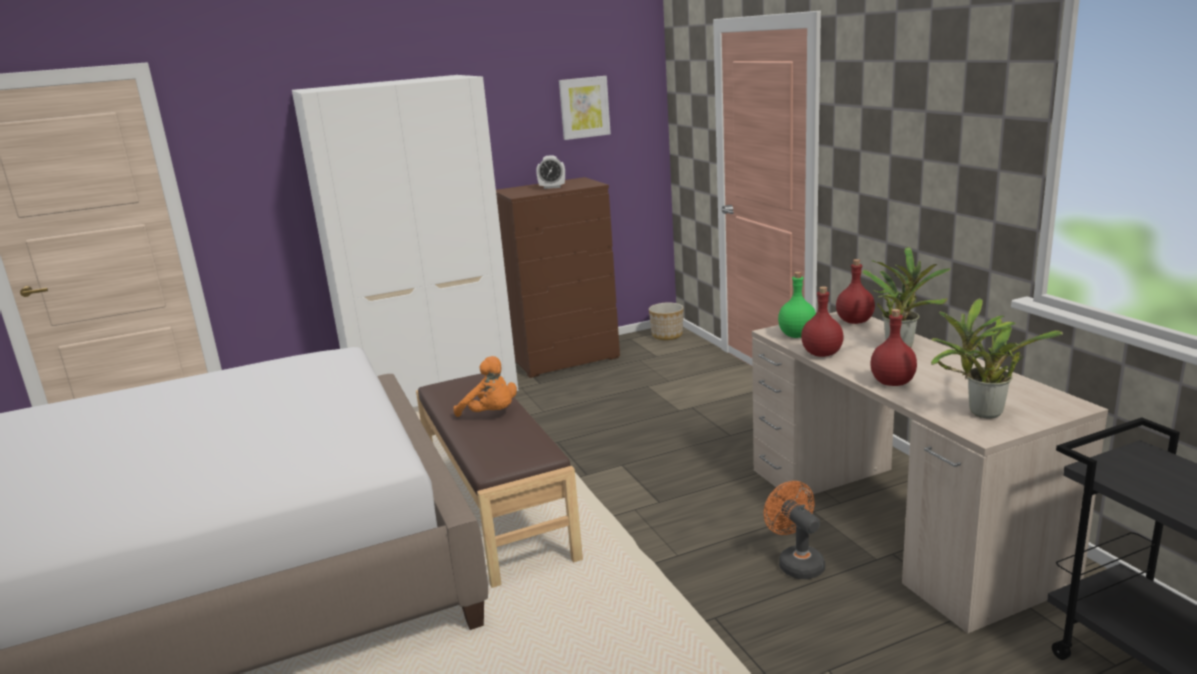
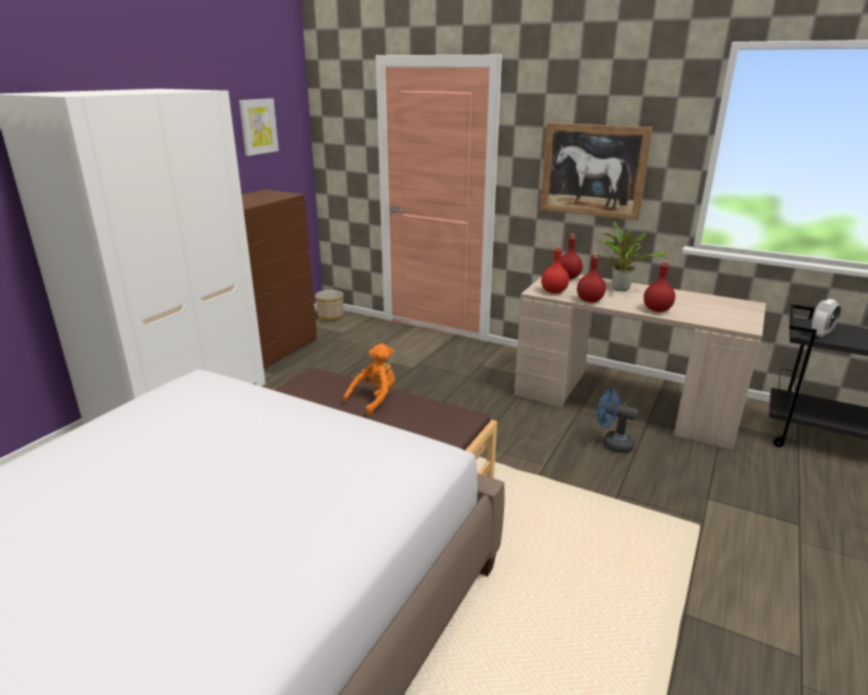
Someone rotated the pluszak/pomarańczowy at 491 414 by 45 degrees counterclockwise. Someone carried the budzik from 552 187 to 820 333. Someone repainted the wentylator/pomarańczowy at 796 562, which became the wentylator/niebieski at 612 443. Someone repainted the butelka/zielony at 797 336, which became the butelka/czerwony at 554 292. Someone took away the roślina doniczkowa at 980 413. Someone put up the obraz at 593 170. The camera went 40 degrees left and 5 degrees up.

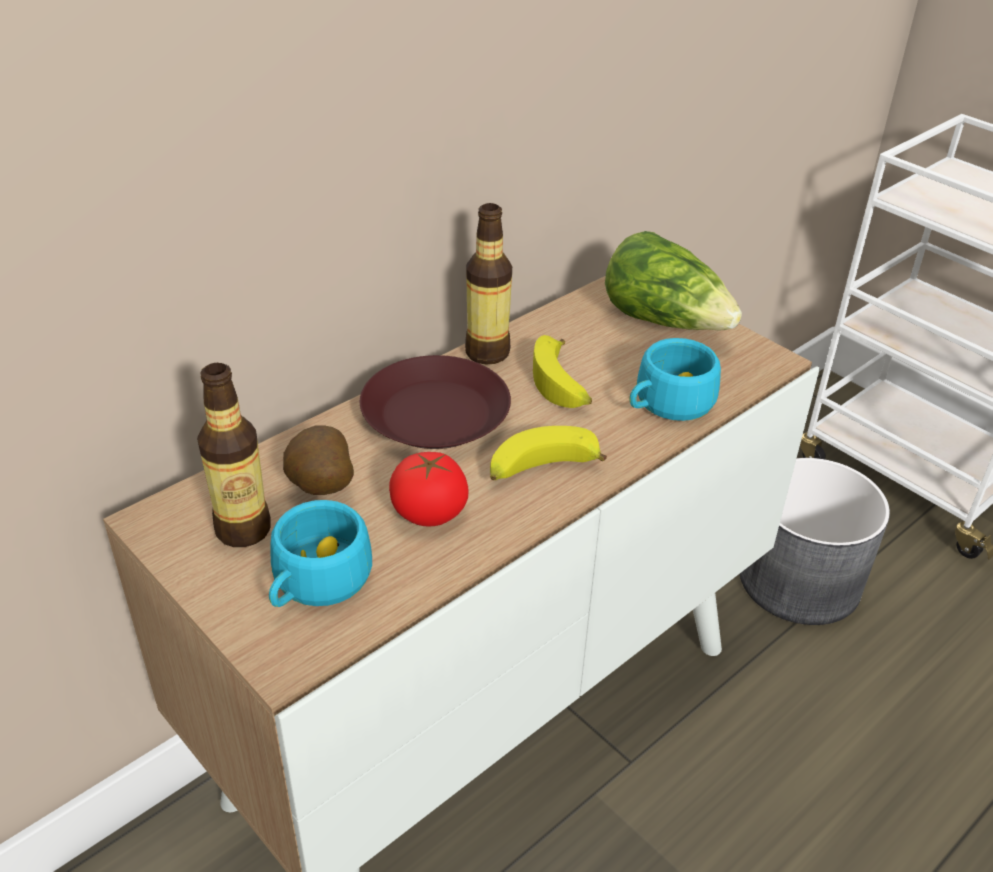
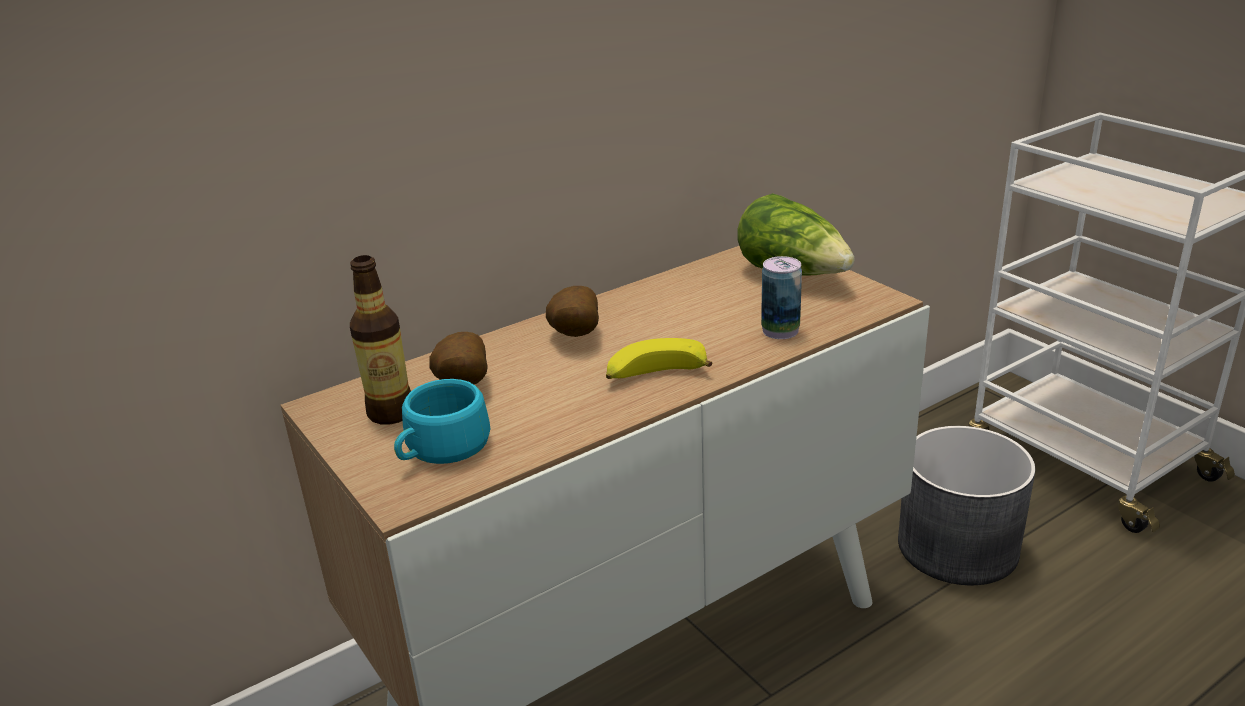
Someone swapped the talerz/brązowy at 436 414 for the ziemniak at 574 337. Someone took away the pomidor at 429 512. Someone took away the butelka at 487 353. Someone took away the banan at 562 385. Someone swapped the filiżanka/turkusowy at 667 404 for the puszka at 780 331. The camera went 10 degrees right and 10 degrees down.

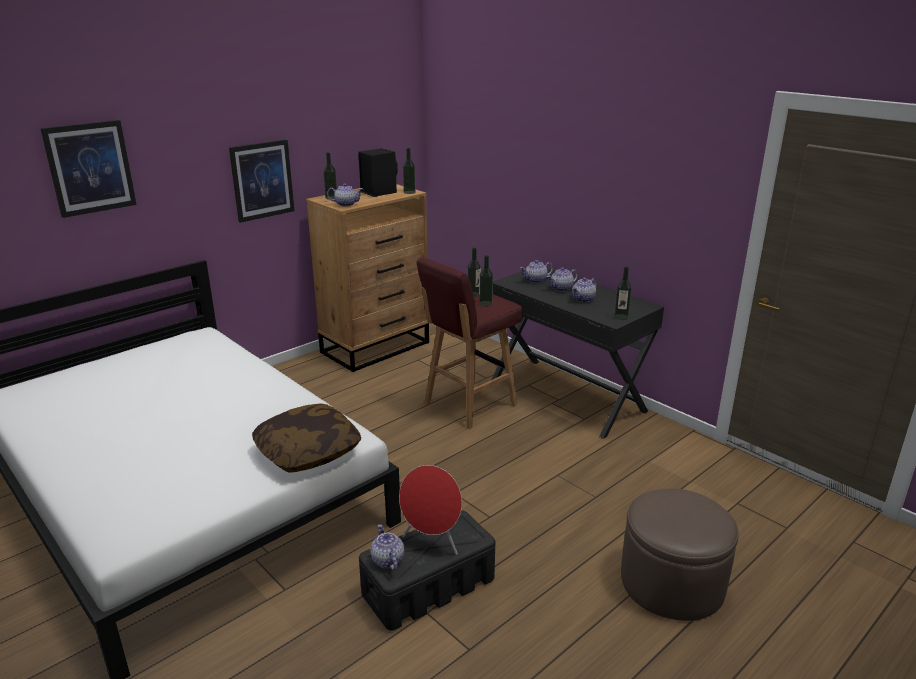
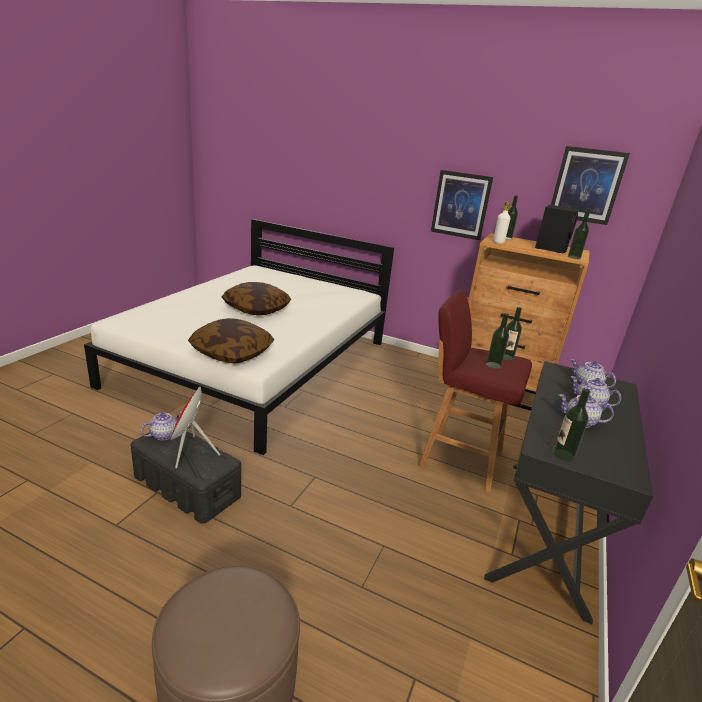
Someone carried the obraz from 90 168 to 586 185. Someone swapped the imbryk at 346 204 for the butelka/biały at 498 242. Someone put down the poduszka at 256 309. The camera went 65 degrees right and 0 degrees up.

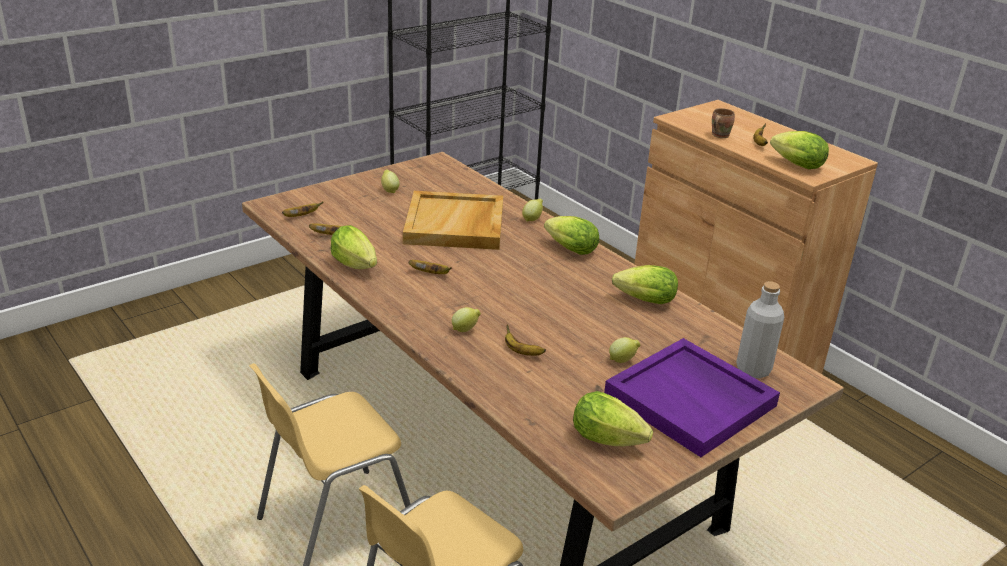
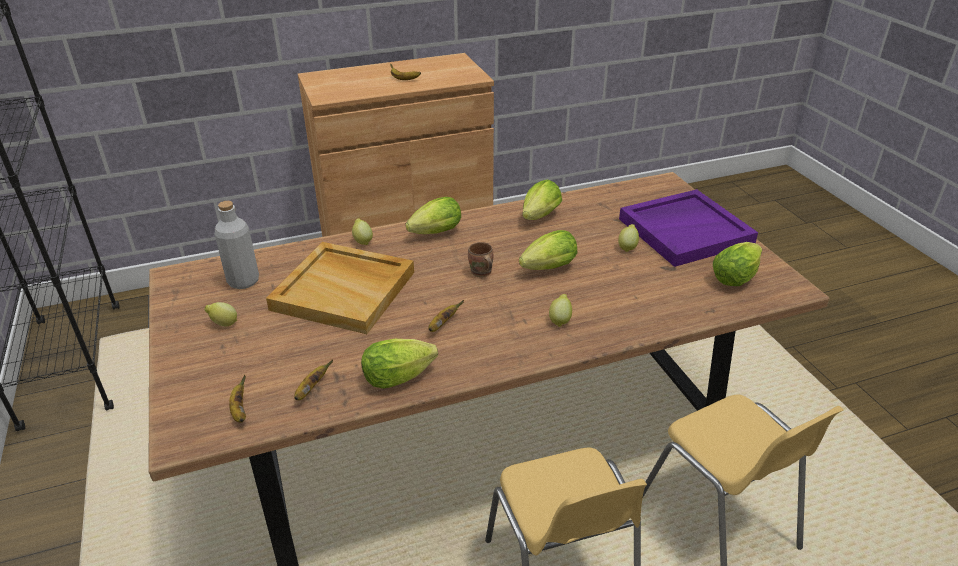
Someone took away the banan at 521 352. Someone carried the kubek/brązowy from 718 135 to 480 273. Someone carried the butelka/szary from 753 369 to 243 281. Someone carried the sałata from 794 164 to 546 269. The camera went 70 degrees left and 5 degrees up.

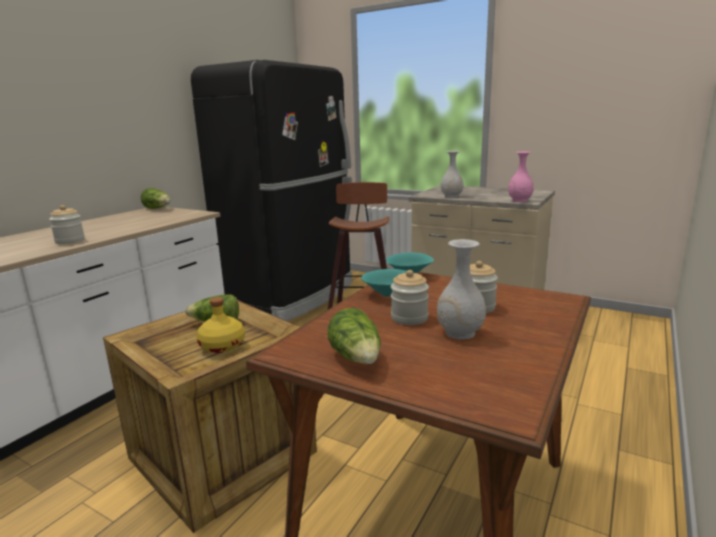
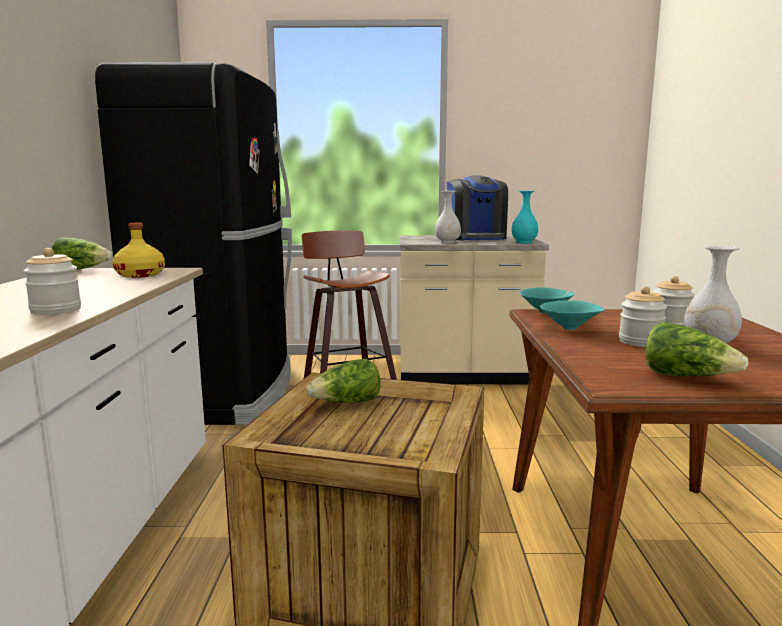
Someone carried the butelka/żółty from 223 345 to 141 275. Someone repainted the wazon/różowy at 519 200, which became the wazon/turkusowy at 524 242. Someone put down the ekspres do kawy at 476 238. The camera went 30 degrees left and 5 degrees down.

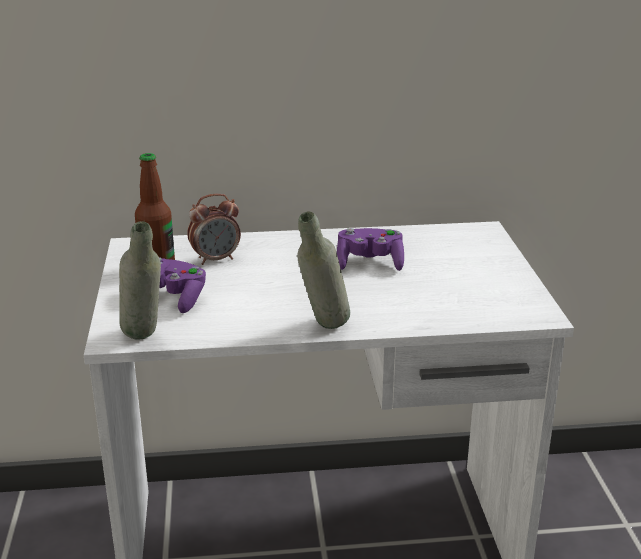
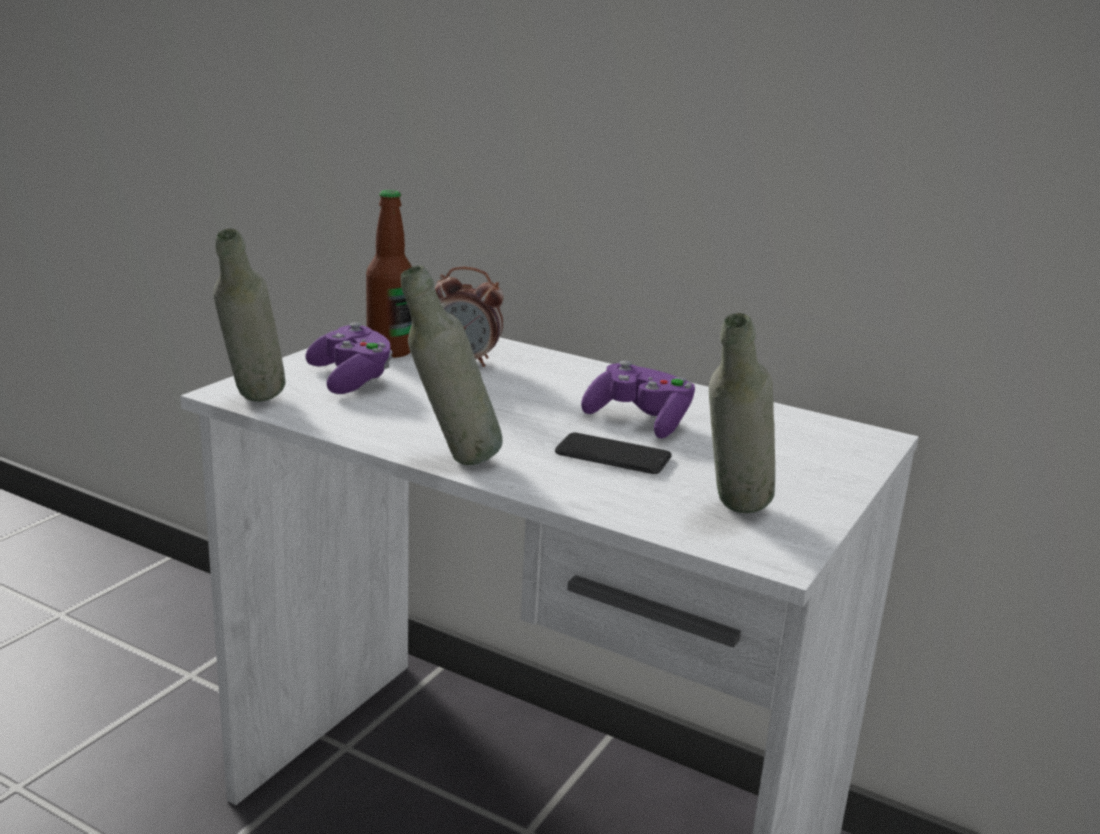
Someone put down the telefon at 612 455. Someone put down the butelka/szary at 732 515. The camera went 35 degrees right and 5 degrees down.

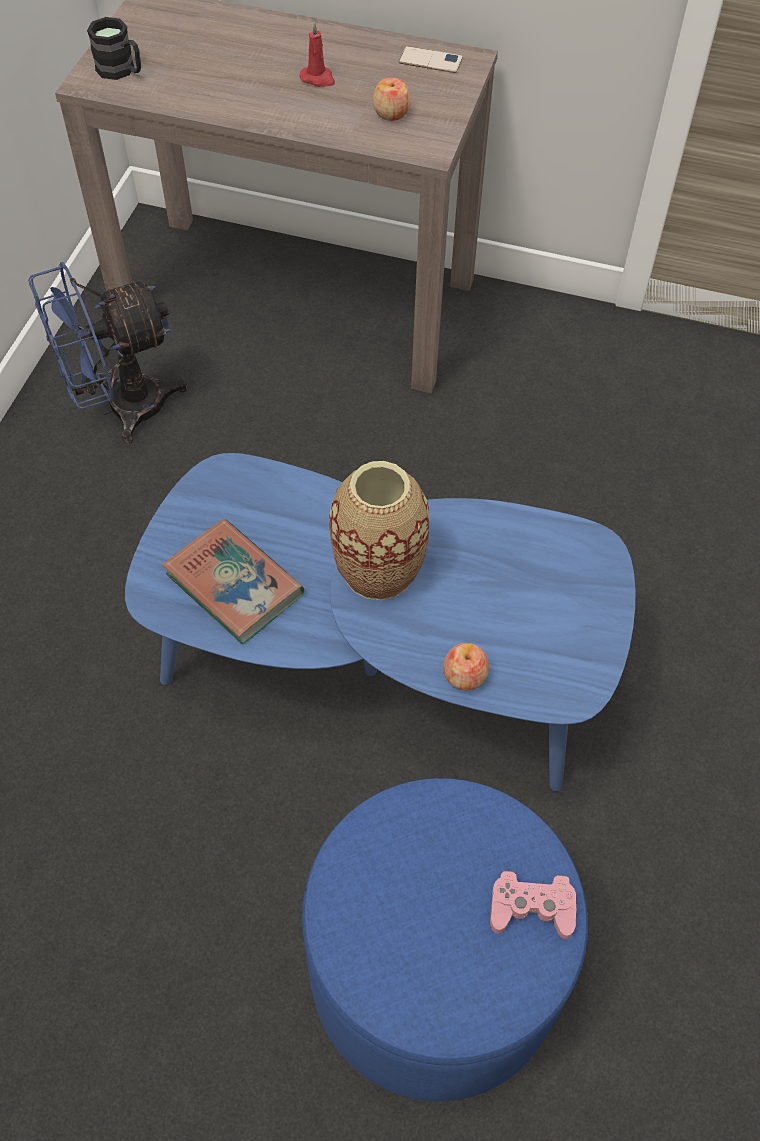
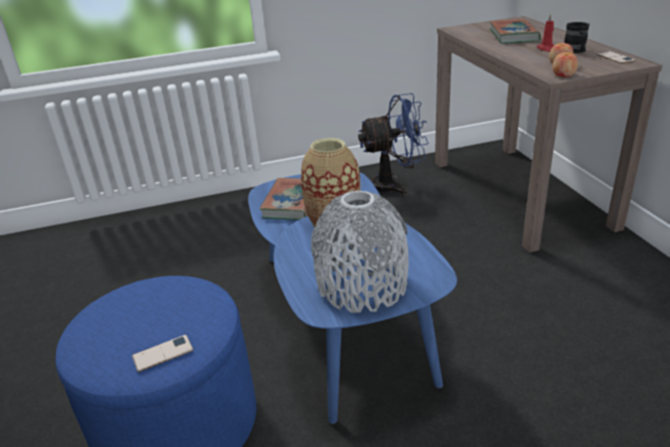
Someone rotated the wentylator/niebieski at 121 409 by 135 degrees clockwise. Someone carried the kubek/czarny from 121 71 to 576 51. Someone carried the jabłko from 464 675 to 563 75. Someone swapped the pad do gier/różowy at 531 908 for the telefon at 163 353. Someone put down the wazon/szary at 362 285. Someone put down the książka at 513 35. The camera went 60 degrees right and 25 degrees down.

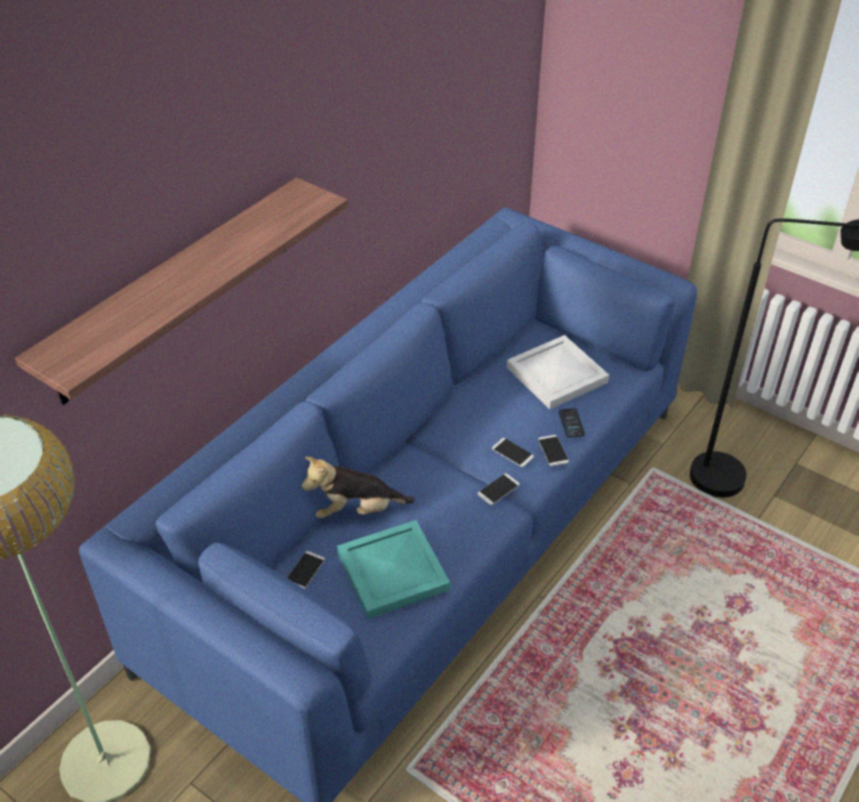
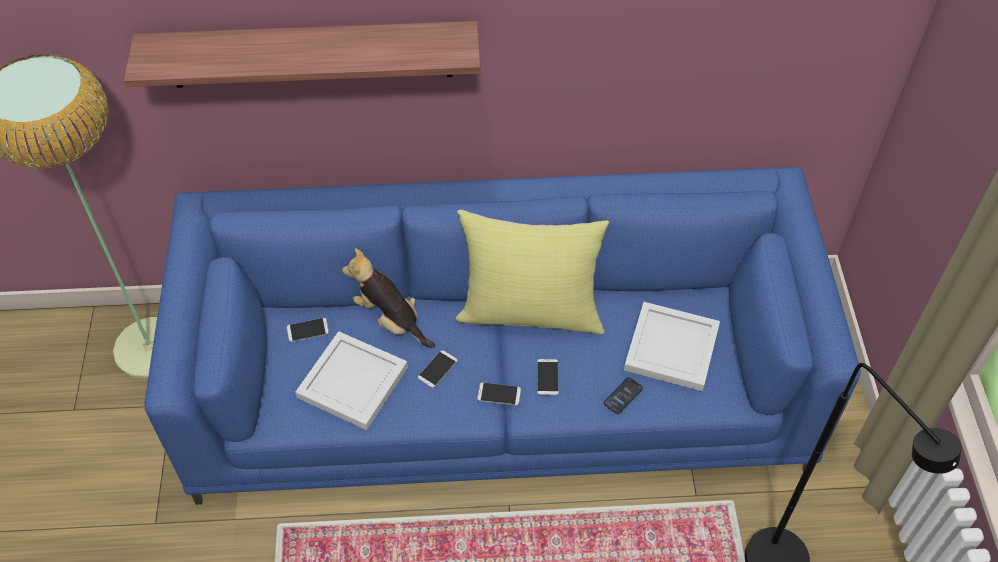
Someone repainted the taca/turkusowy at 392 573, which became the taca/biały at 351 383. Someone carried the telefon from 553 451 to 437 369. Someone put down the poduszka/żółty at 531 311. The camera went 50 degrees right and 10 degrees up.

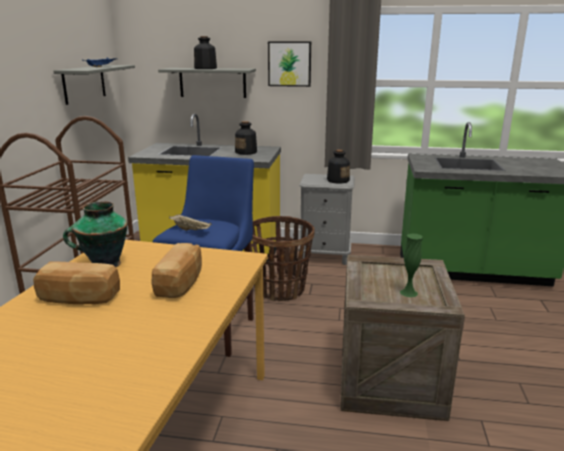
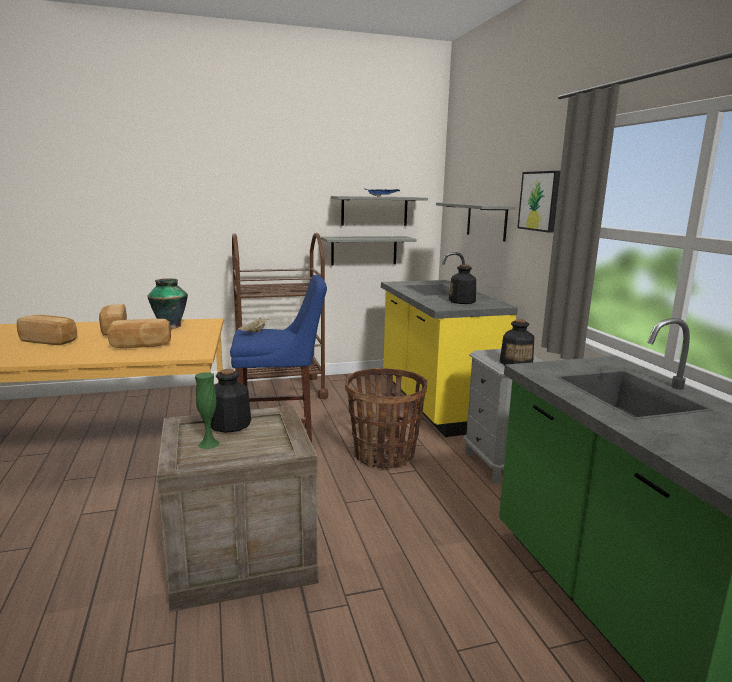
Someone carried the butelka from 205 68 to 229 424. Someone put down the chleb at 49 341. Someone put up the półka/szary at 364 250. The camera went 65 degrees right and 5 degrees down.

